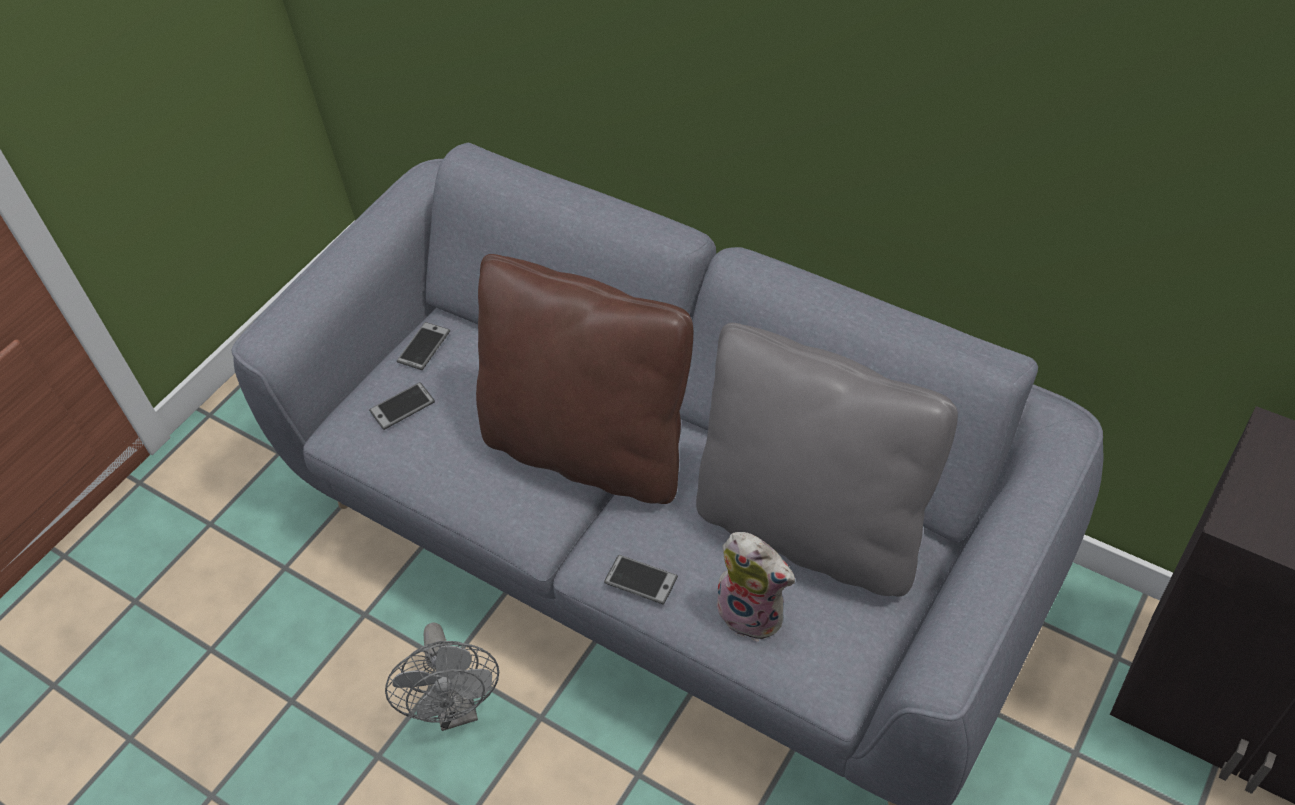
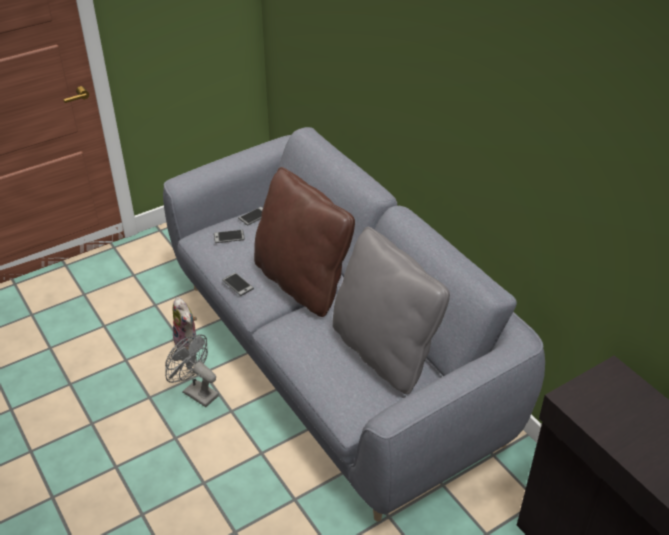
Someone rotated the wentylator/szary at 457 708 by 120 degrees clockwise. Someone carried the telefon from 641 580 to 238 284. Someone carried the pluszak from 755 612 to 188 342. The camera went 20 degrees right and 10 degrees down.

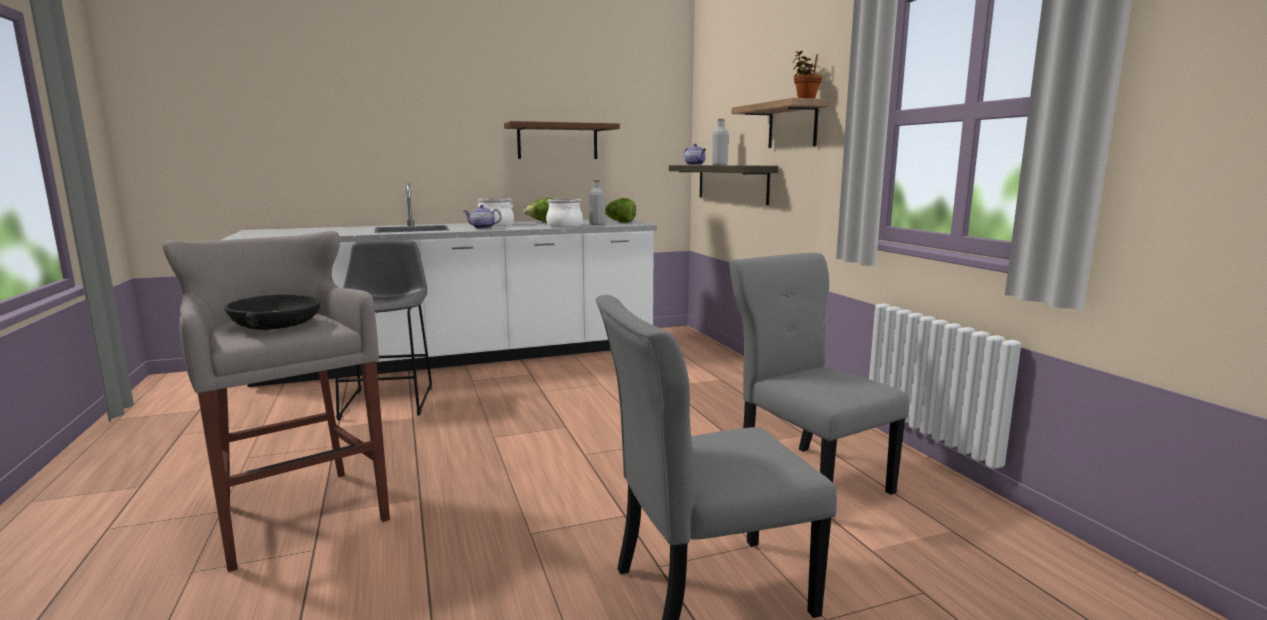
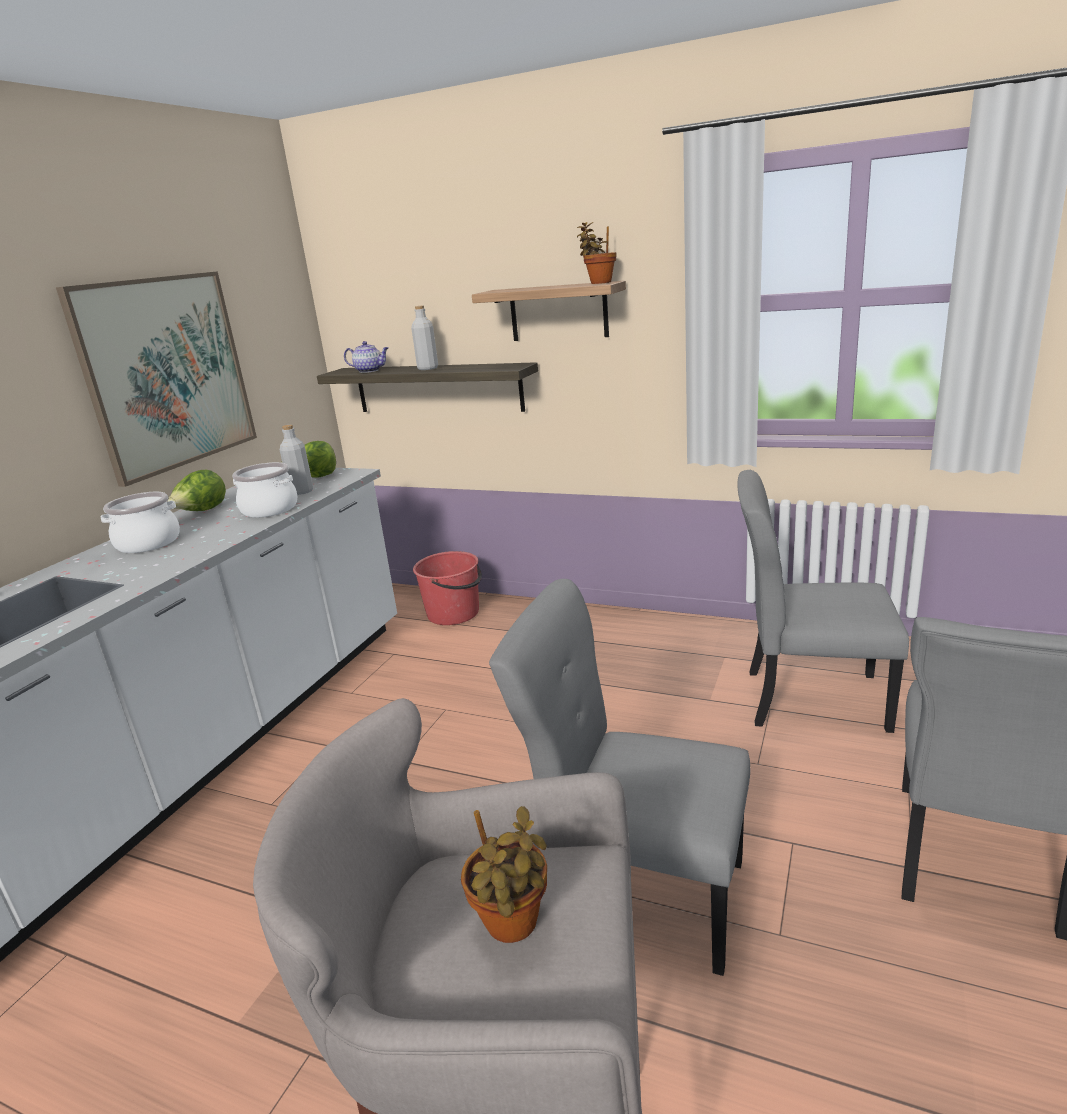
Someone swapped the miska/czarny at 276 324 for the roślina doniczkowa at 512 927. Someone took away the stołek/szary at 390 400. Someone took away the imbryk at 482 228. Someone swapped the półka/brązowy at 557 141 for the obraz at 167 373. Someone put down the wiadro/czerwony at 454 613. Someone put down the krzesło/szary at 637 892. The camera went 45 degrees left and 10 degrees up.

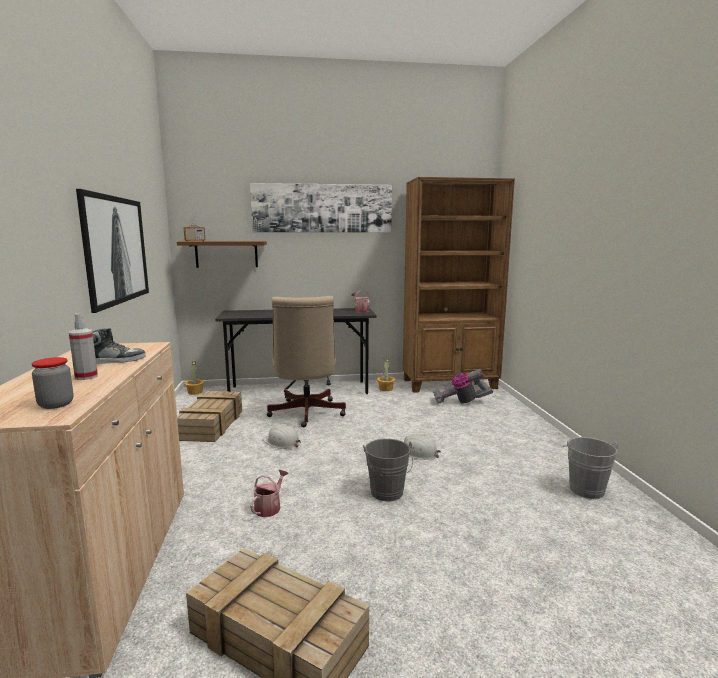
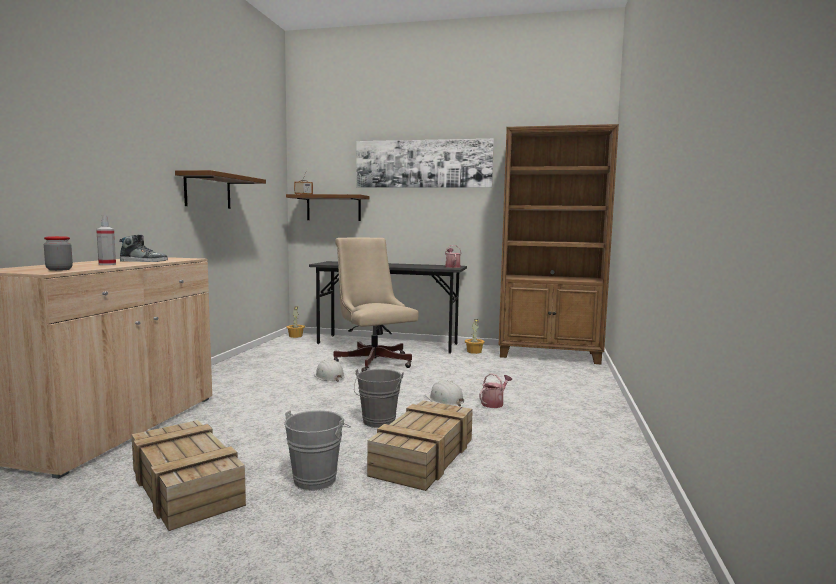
Someone swapped the obraz at 116 250 for the półka/brązowy at 208 191. Someone carried the skrzynka from 211 424 to 423 455. Someone carried the konewka from 269 507 to 494 403. Someone rotated the krzesło biurowe/beżowy at 305 414 by 135 degrees clockwise. Someone took away the odkurzacz at 461 402. Someone carried the wiadro/szary from 584 488 to 317 478. The camera went 20 degrees right and 5 degrees down.

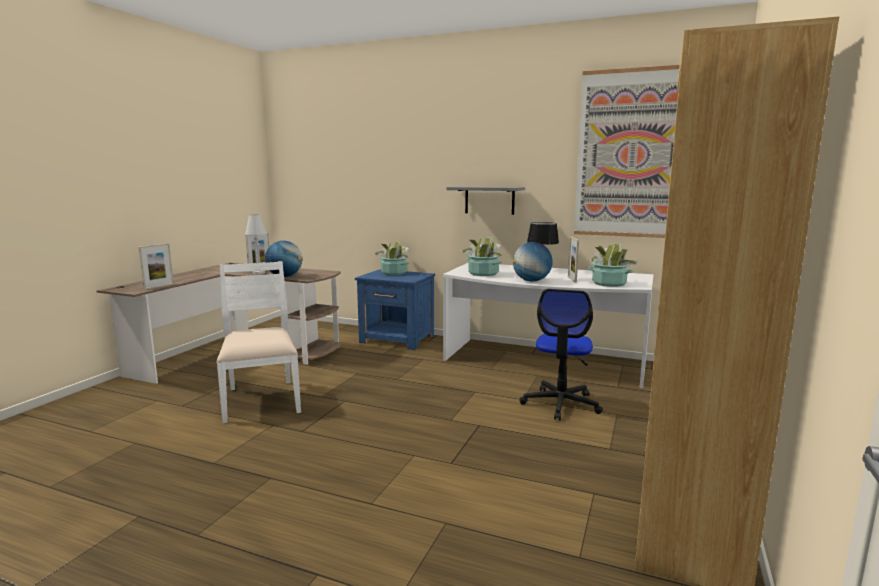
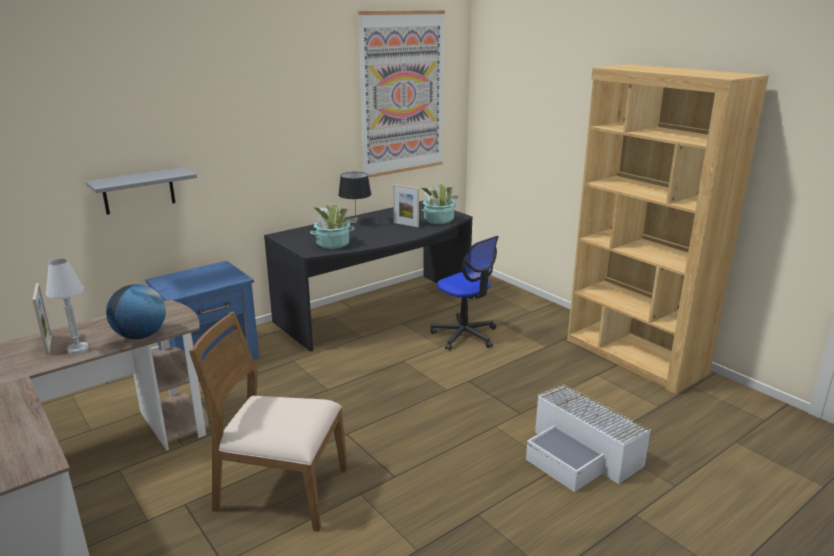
Someone took away the ramka na zdjęcie at 159 286. Someone repainted the krzesło/biały at 261 400, which became the krzesło/brązowy at 280 490. Someone took away the roślina doniczkowa at 394 273. Someone repainted the biurko/biały at 543 362, which became the biurko/czarny at 378 311. Someone carried the półka/szary from 489 200 to 139 191. Someone took away the globus at 531 281. Someone put down the pojemnik do przechowywania/biały at 581 454. The camera went 60 degrees left and 10 degrees up.

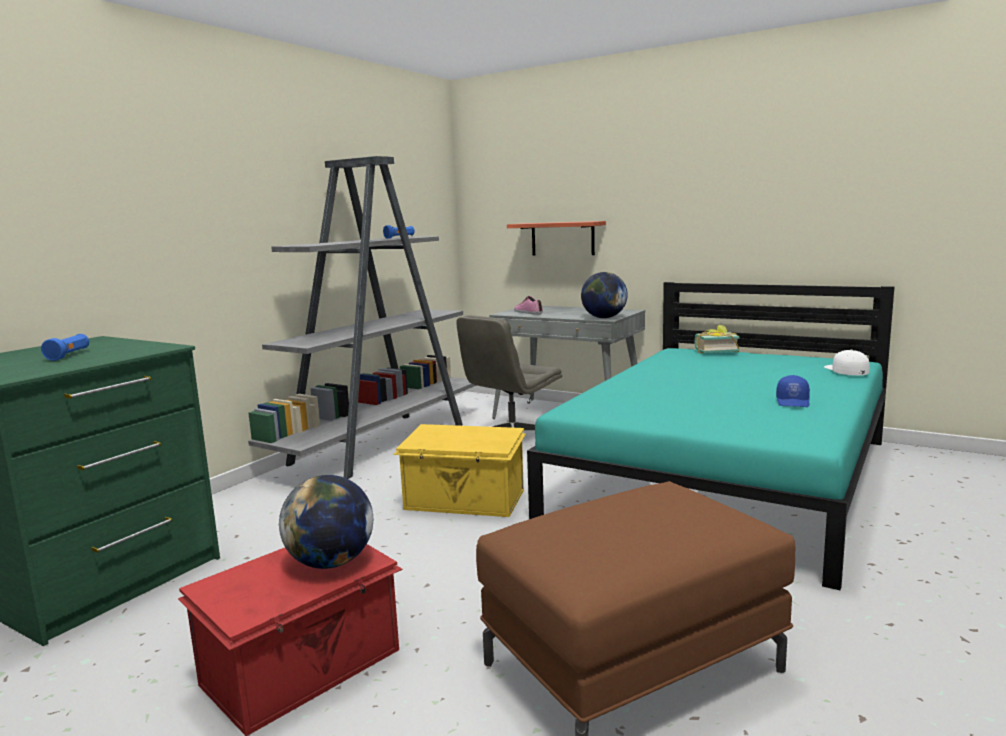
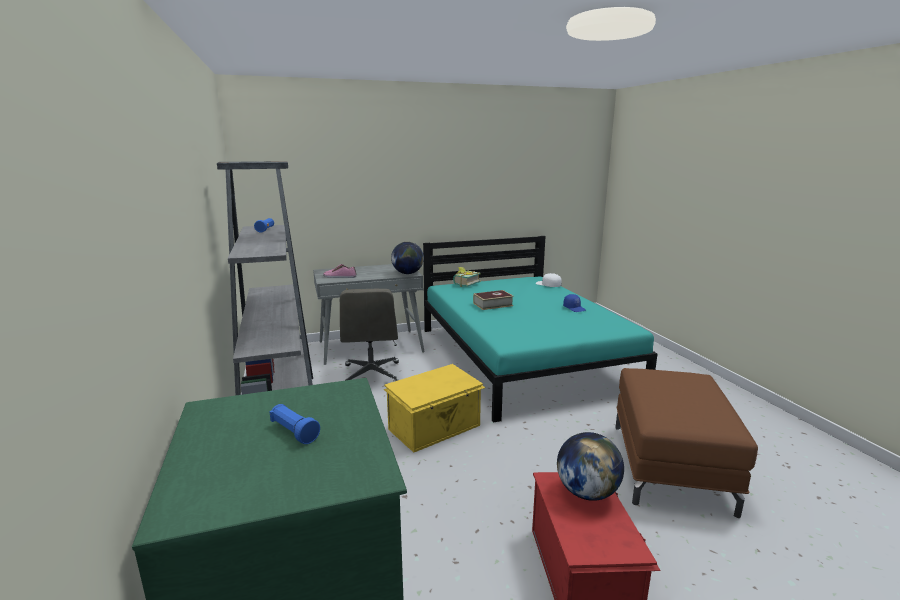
Someone took away the półka at 562 238. Someone put down the książka at 493 304. The camera went 50 degrees left and 5 degrees up.

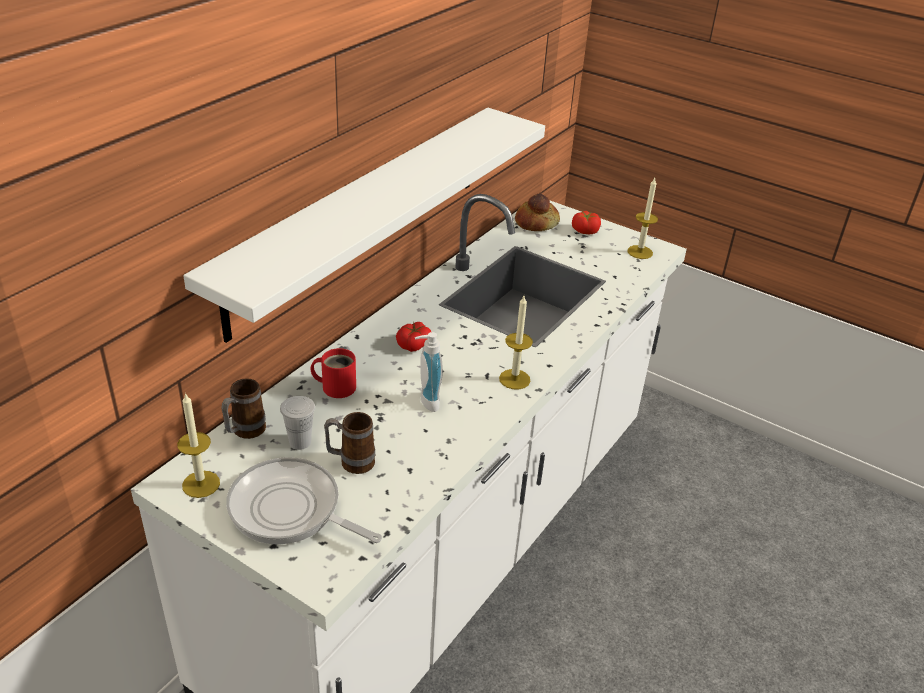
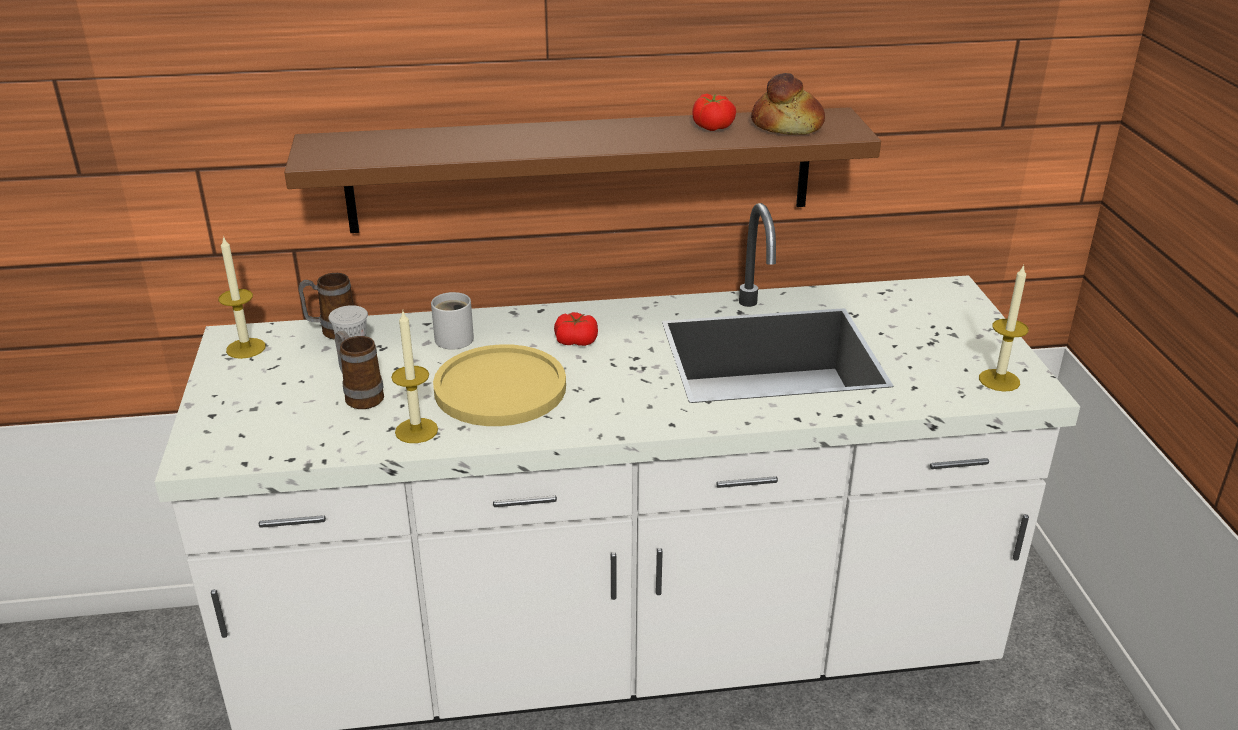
Someone repainted the półka/biały at 361 215, which became the półka/brązowy at 581 170. Someone took away the patelnia at 290 510. Someone repainted the kubek/czerwony at 336 386, which became the kubek/biały at 453 337. Someone swapped the dozownik mydła at 426 402 for the talerz/żółty at 500 388. Someone carried the świeca from 514 379 to 416 430. Someone carried the chleb from 536 222 to 788 125. Someone carried the pomidor from 585 230 to 713 126. The camera went 50 degrees right and 5 degrees down.

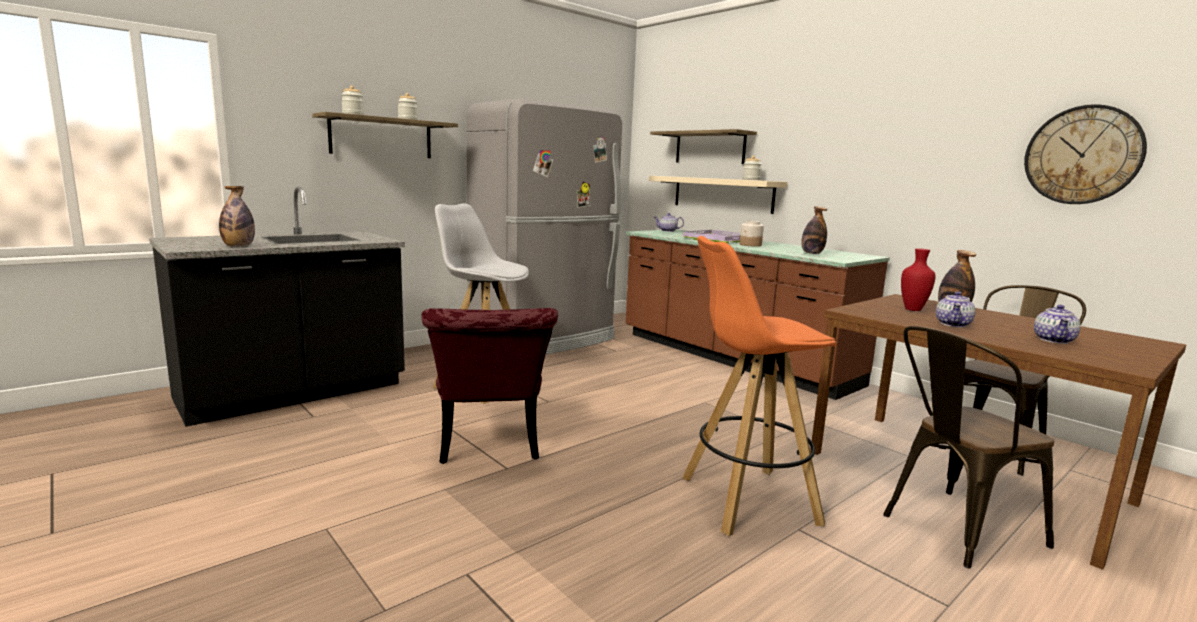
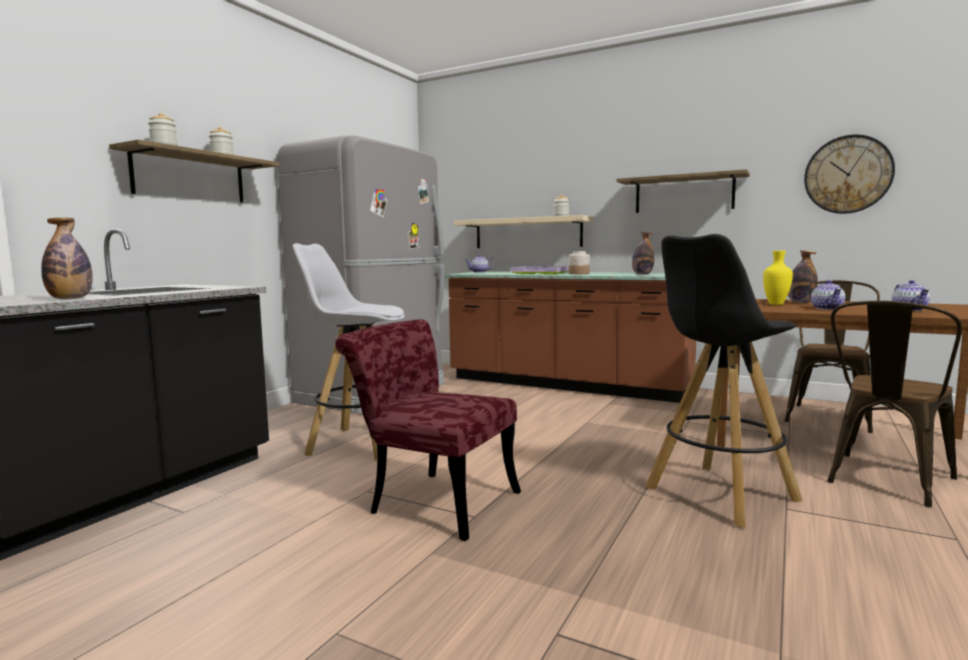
Someone rotated the krzesło/czerwony at 489 446 by 150 degrees clockwise. Someone carried the półka from 709 148 to 684 194. Someone repainted the stołek/pomarańczowy at 746 500, which became the stołek/czarny at 719 495. Someone repainted the wazon/czerwony at 913 309, which became the wazon/żółty at 775 304. The camera went 20 degrees left and 5 degrees down.

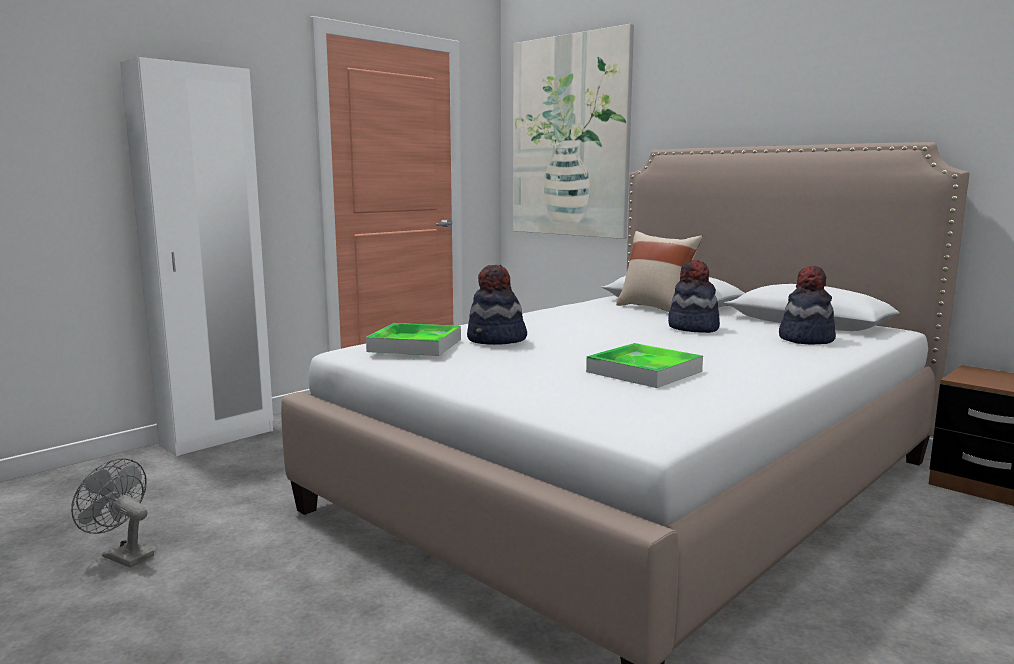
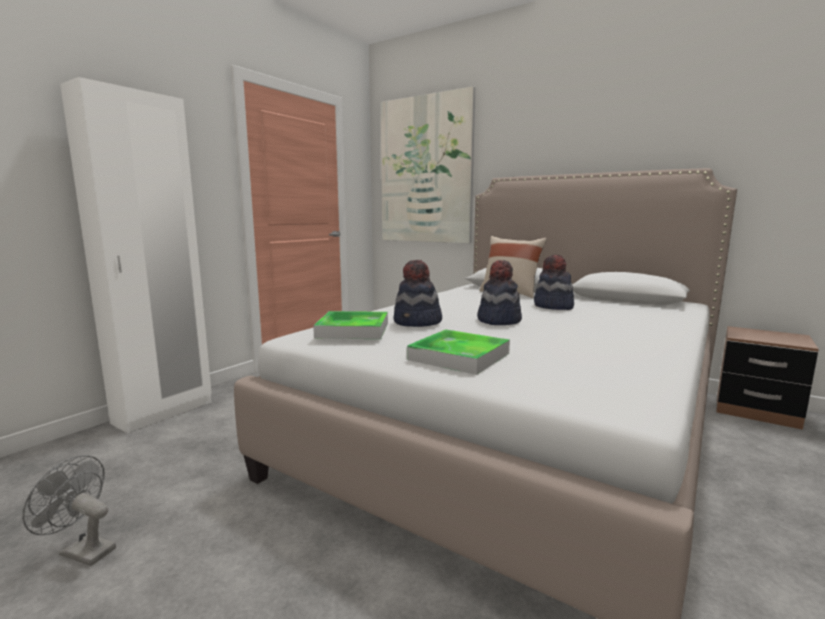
Someone carried the taca from 644 371 to 459 356. Someone carried the kapelusz from 805 339 to 498 320. The camera went 10 degrees left and 0 degrees up.

